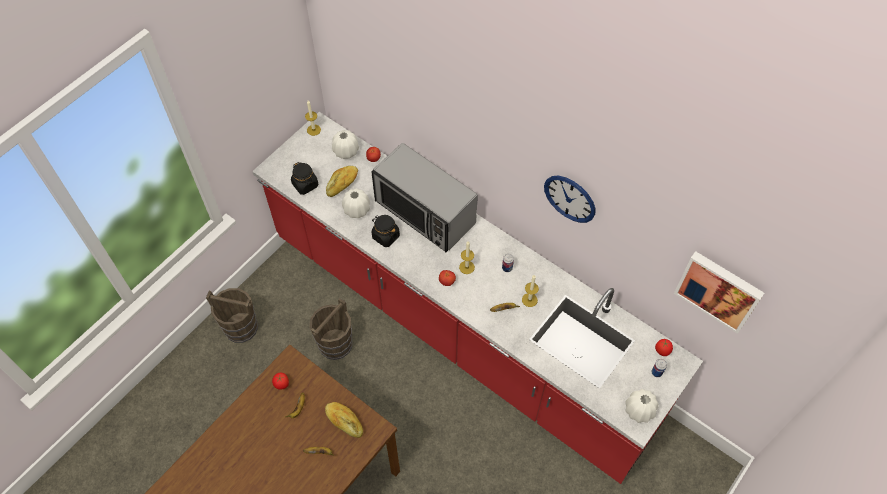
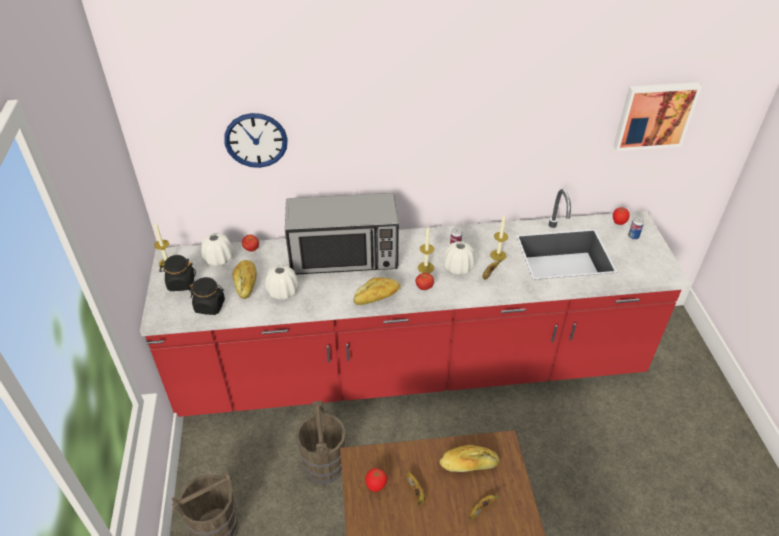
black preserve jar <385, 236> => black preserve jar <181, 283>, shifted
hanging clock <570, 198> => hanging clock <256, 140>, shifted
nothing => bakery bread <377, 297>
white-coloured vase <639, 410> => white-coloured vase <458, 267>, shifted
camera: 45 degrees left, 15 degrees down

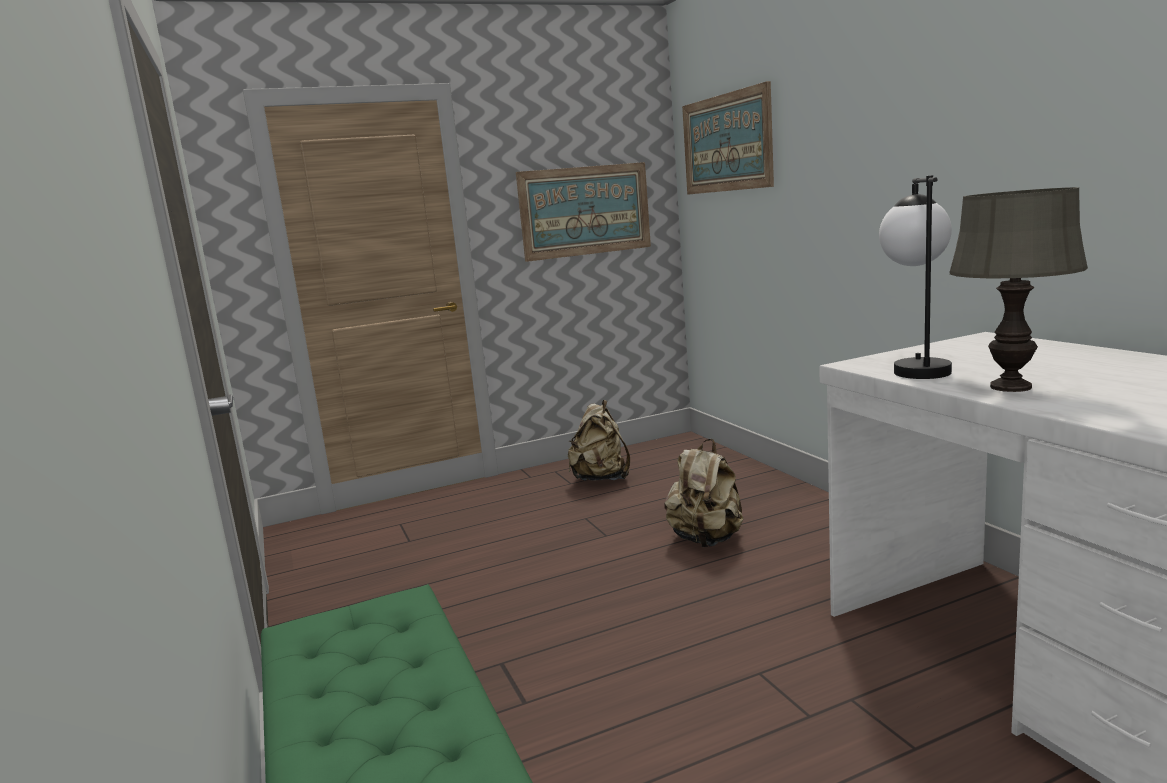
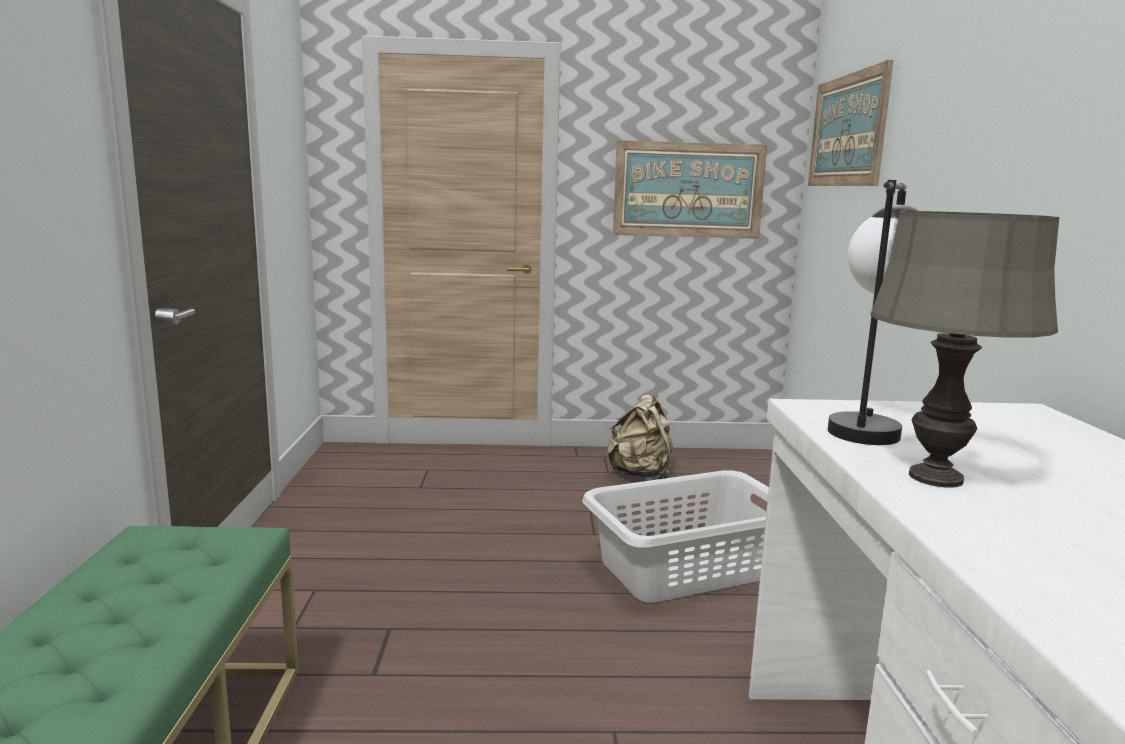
sand-coloured rucksack <706, 540> => gray washing basket <688, 569>
camera: 20 degrees right, 0 degrees up

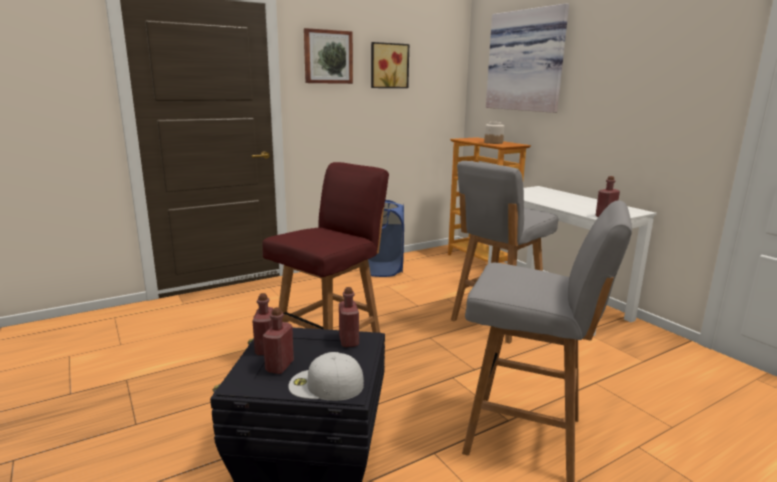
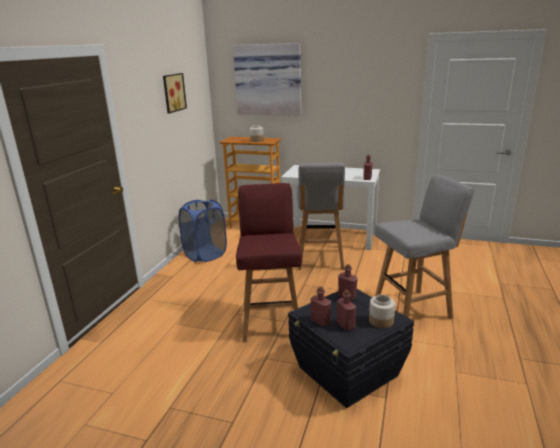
white-coloured cap <325, 385> => preserve jar <381, 321>
wall art <328, 57> => nothing
camera: 40 degrees left, 5 degrees up

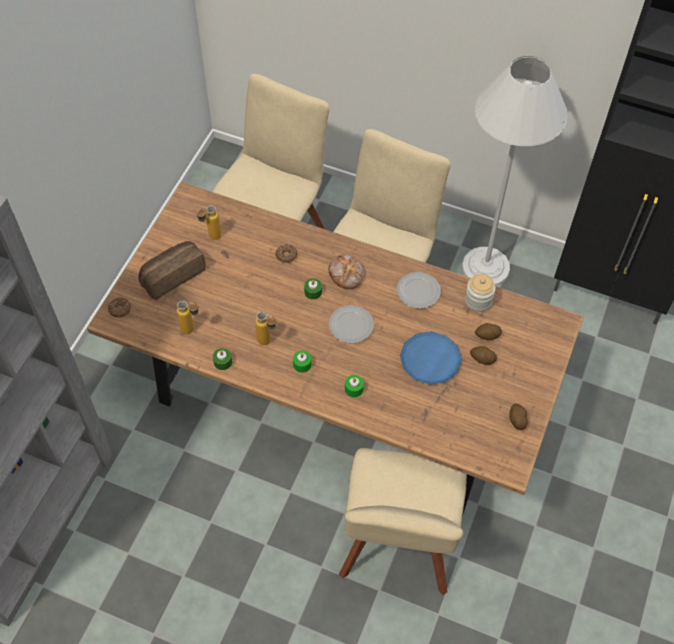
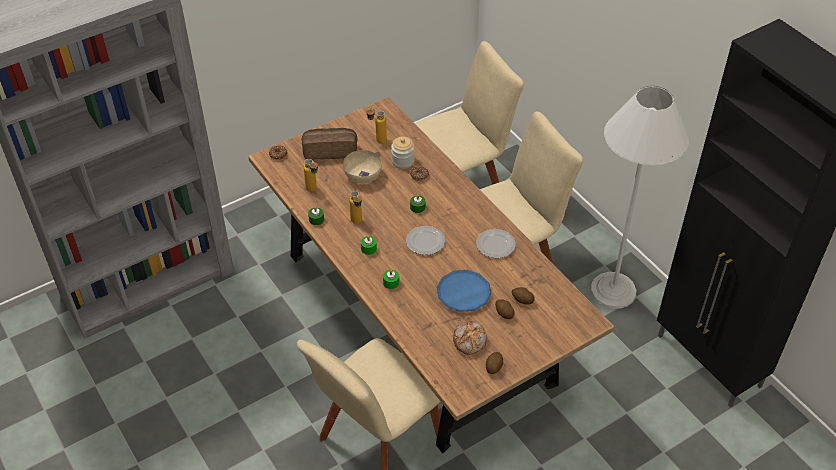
nothing => sand-coloured deep dish <362, 175>
preserve jar <478, 300> => preserve jar <403, 161>, shifted
bakery bread <346, 274> => bakery bread <470, 340>, shifted
camera: 35 degrees right, 10 degrees down

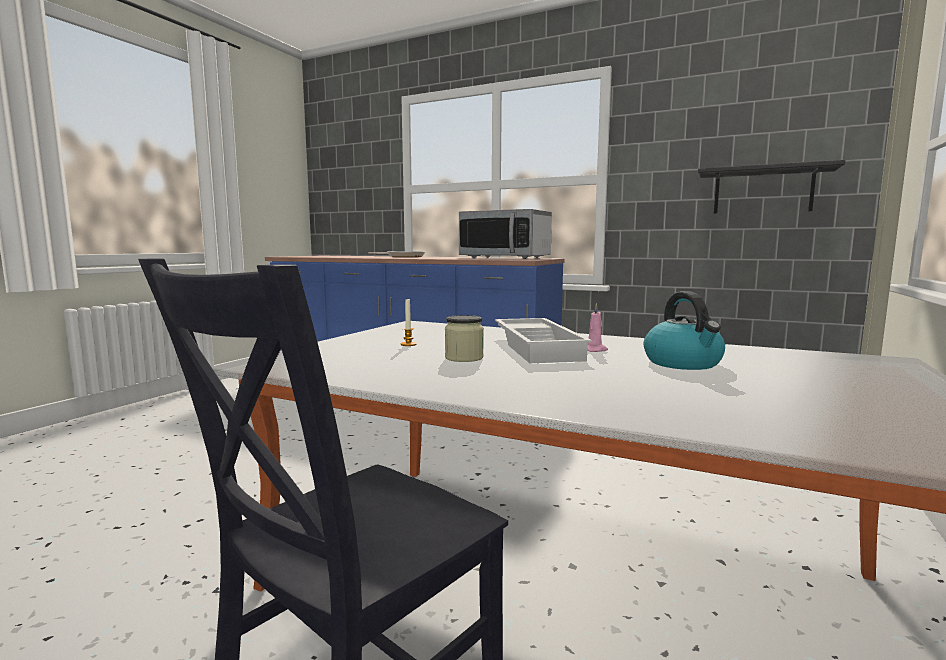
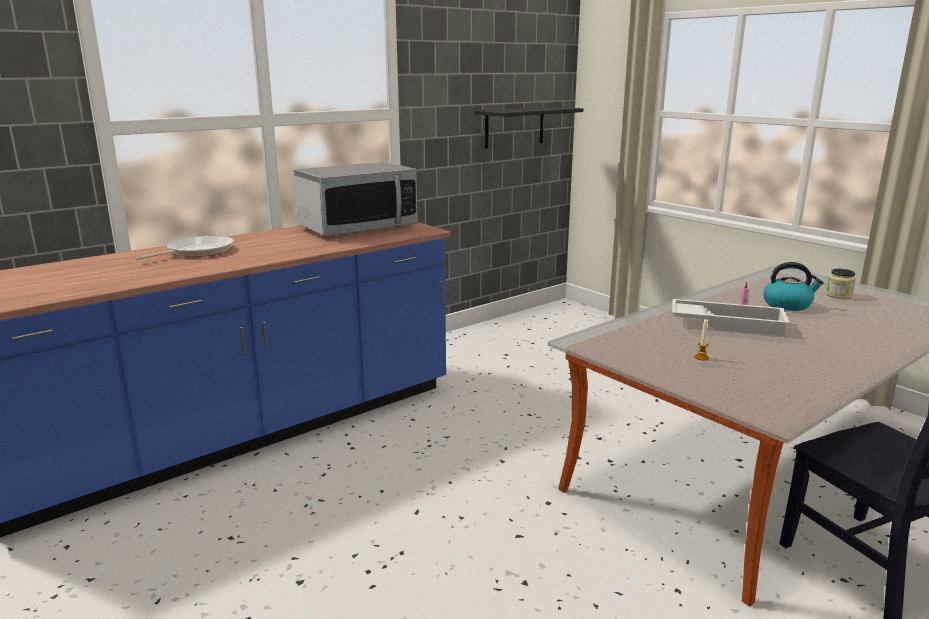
preserve jar <464, 358> => preserve jar <838, 295>, shifted
camera: 65 degrees left, 10 degrees up

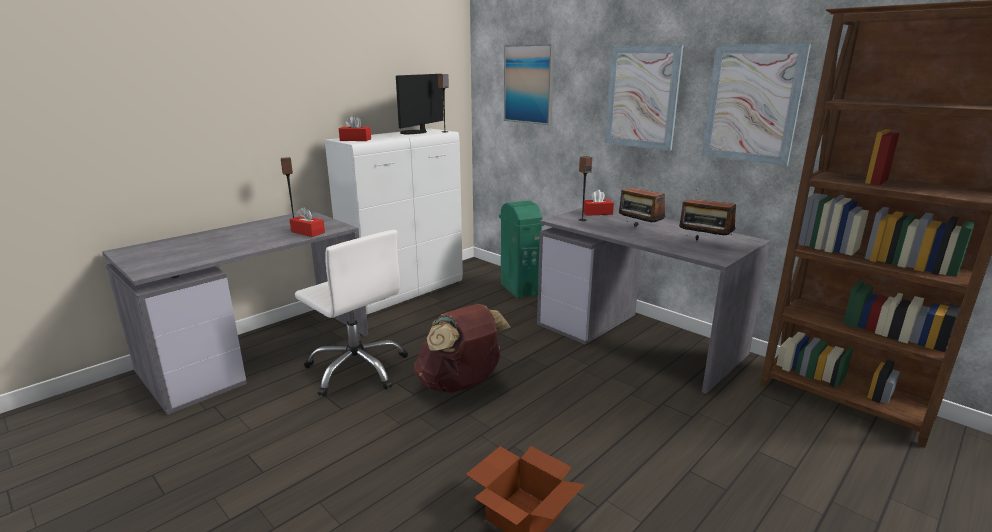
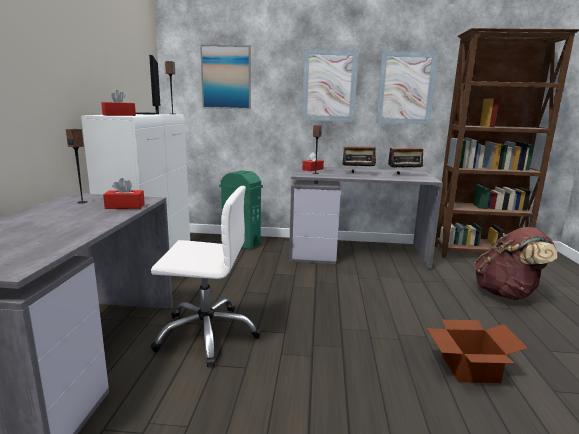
brown rucksack <461, 385> => brown rucksack <507, 294>, shifted
camera: 40 degrees left, 5 degrees down

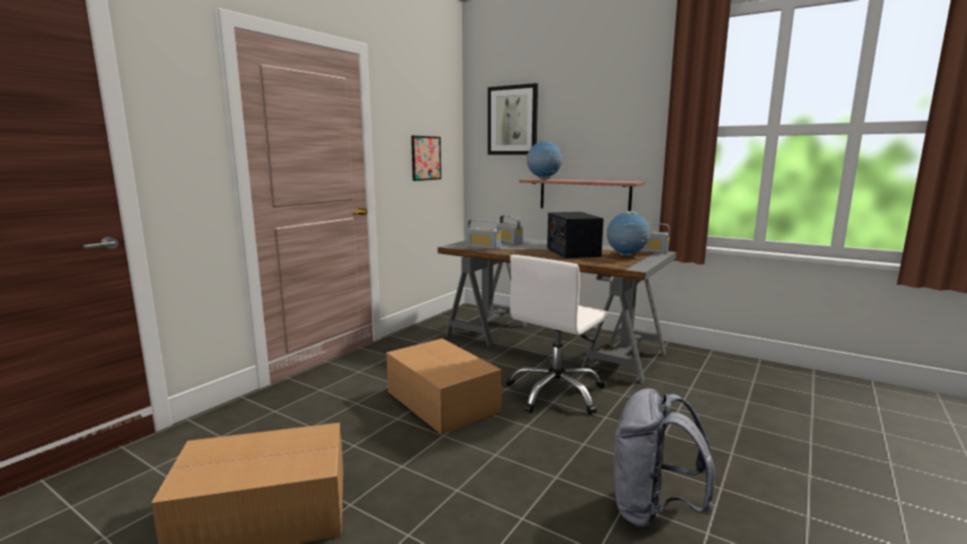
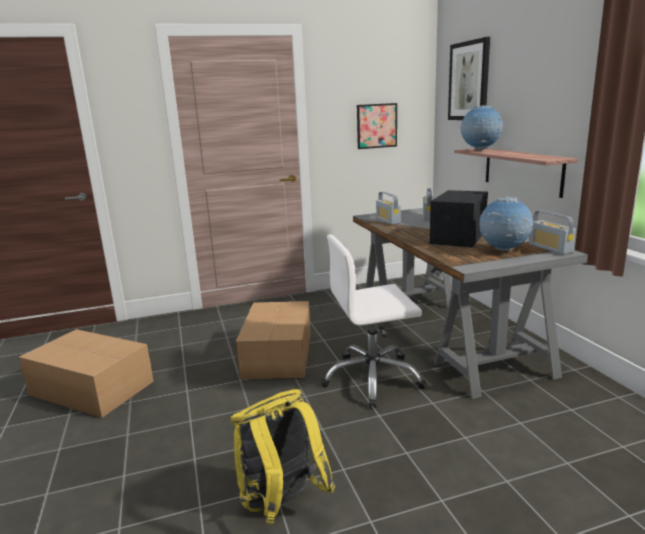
gray rucksack <653, 511> => yellow-coloured rucksack <281, 505>
camera: 40 degrees right, 5 degrees up

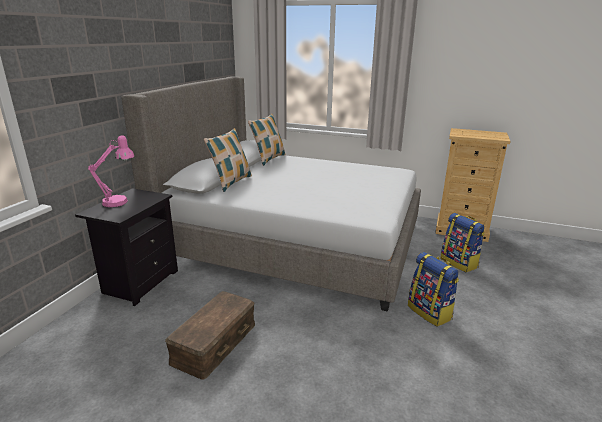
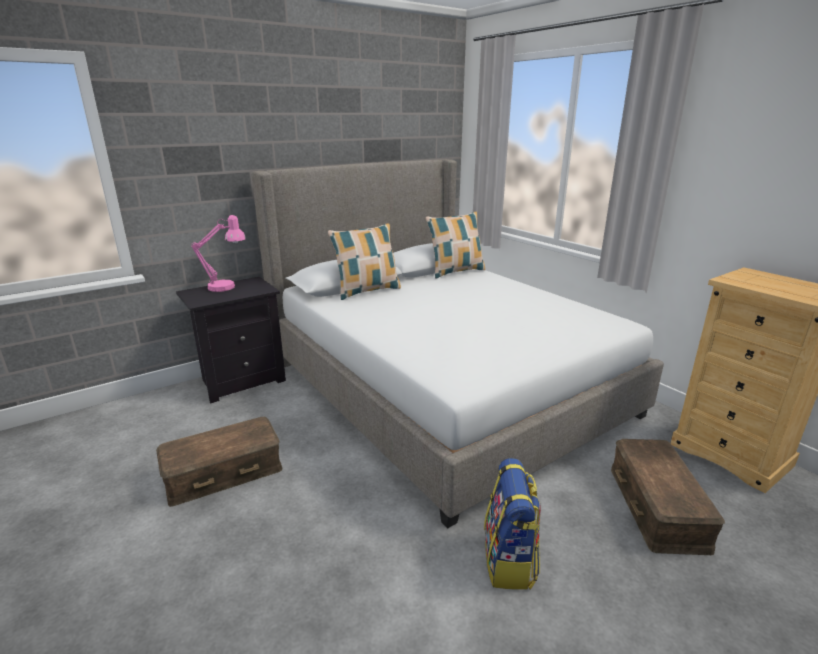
rucksack <459, 263> => brown storage container <658, 507>
camera: 35 degrees right, 0 degrees up

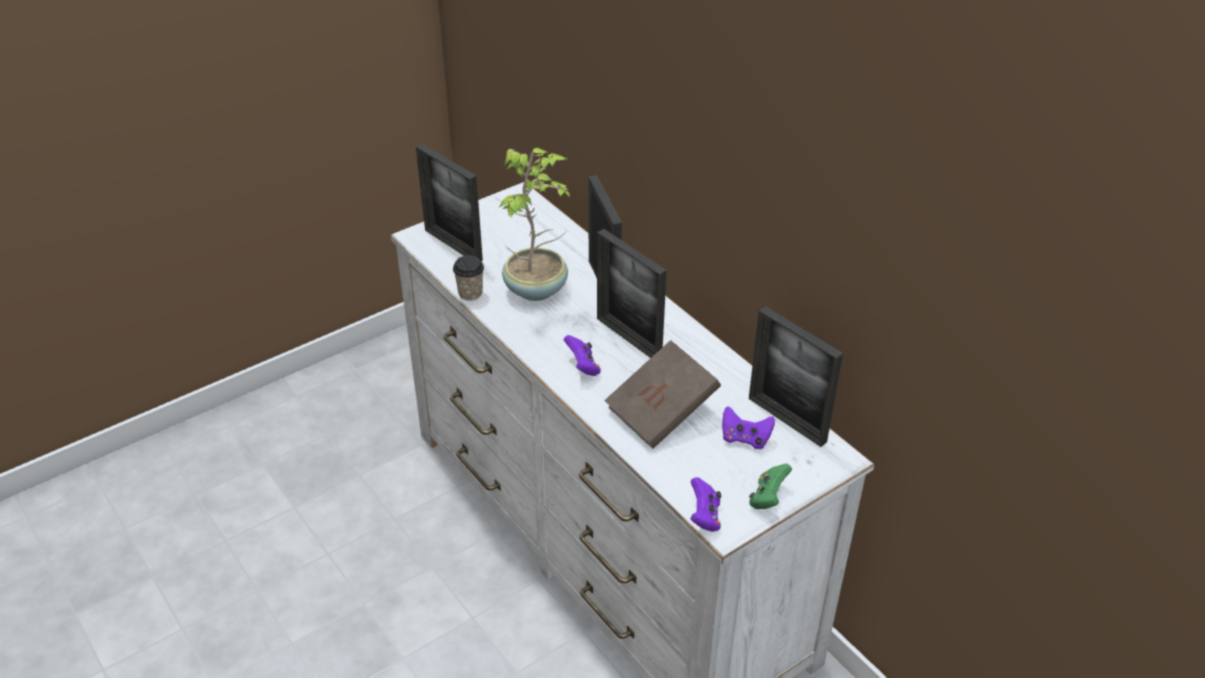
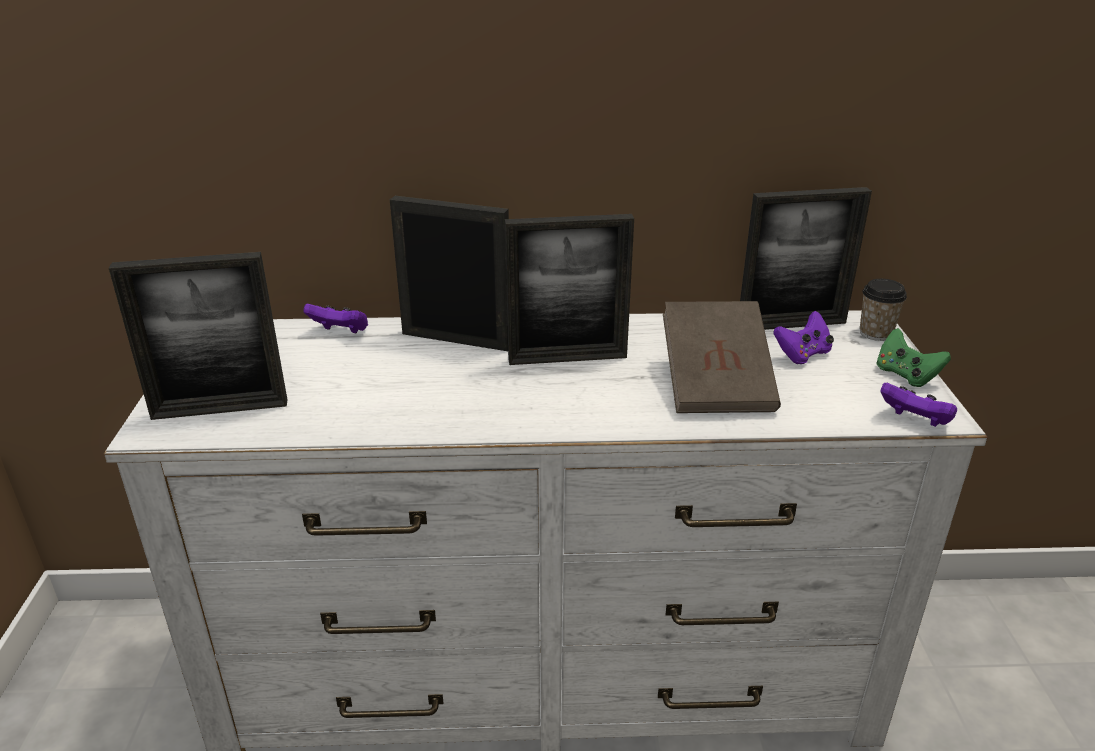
purple-coloured joypad <583, 367> => purple-coloured joypad <340, 332>, shifted
drinking cup <470, 293> => drinking cup <875, 333>, shifted
potted plant <537, 289> => nothing
camera: 55 degrees left, 10 degrees down

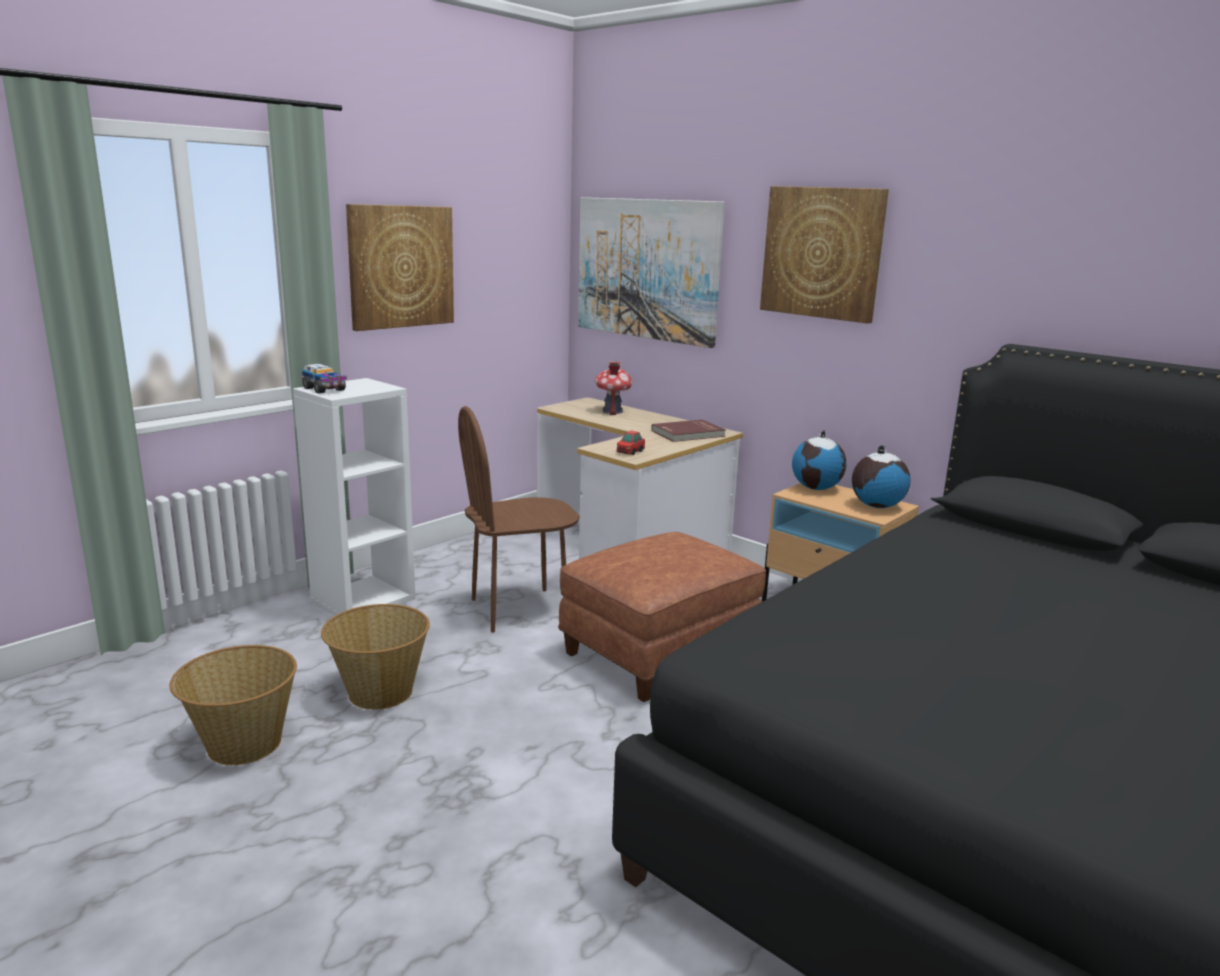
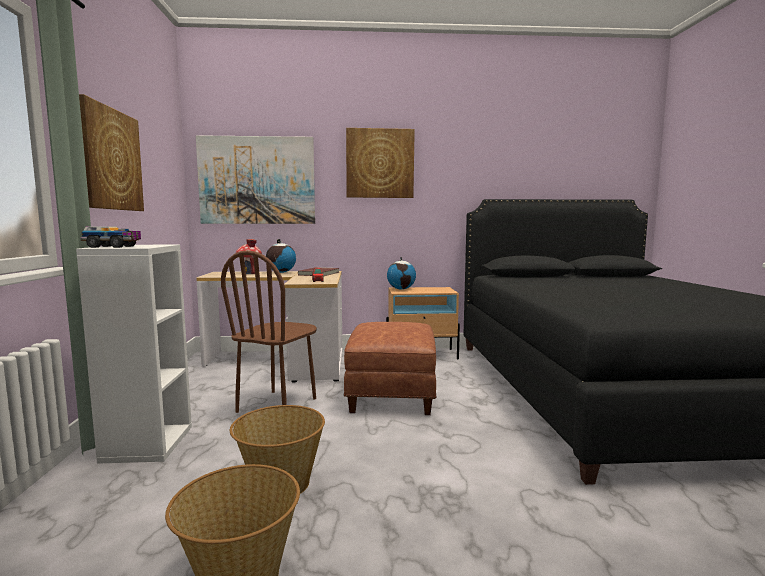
world globe <876, 506> => world globe <281, 272>, shifted
camera: 45 degrees left, 10 degrees down

